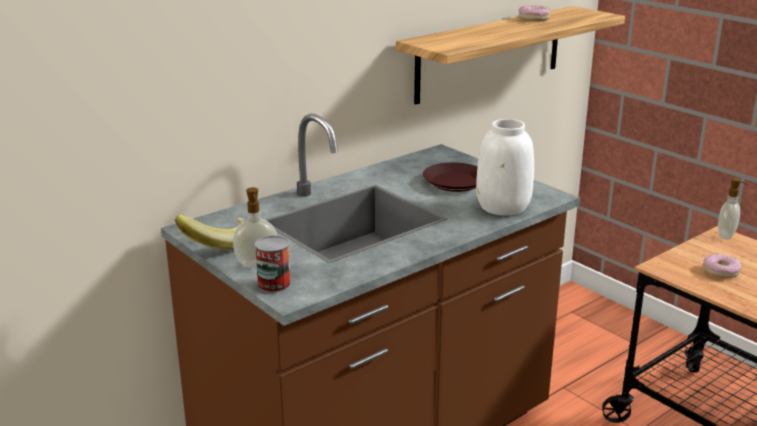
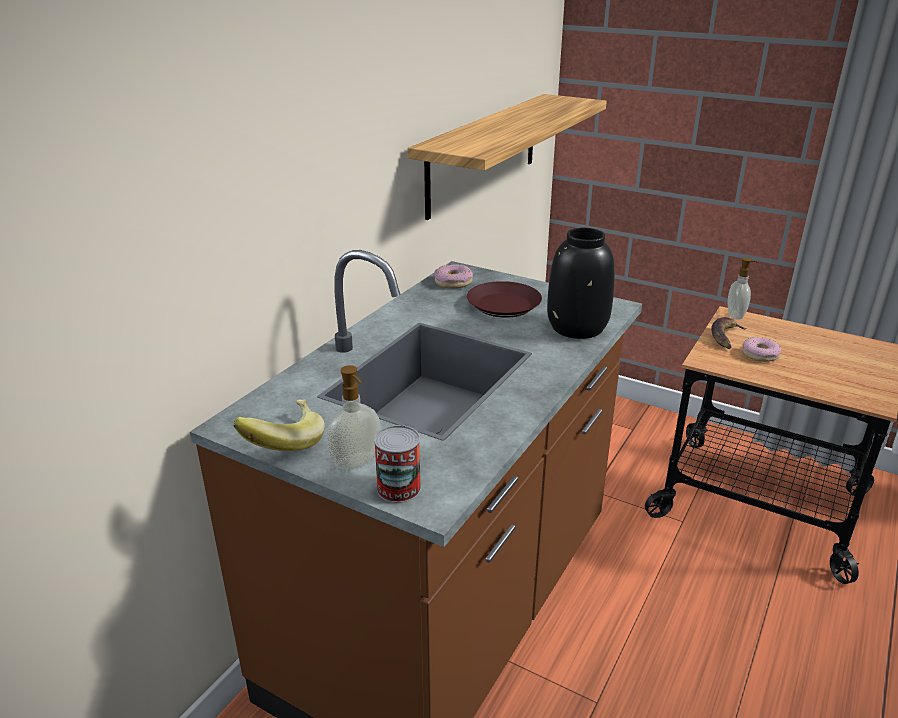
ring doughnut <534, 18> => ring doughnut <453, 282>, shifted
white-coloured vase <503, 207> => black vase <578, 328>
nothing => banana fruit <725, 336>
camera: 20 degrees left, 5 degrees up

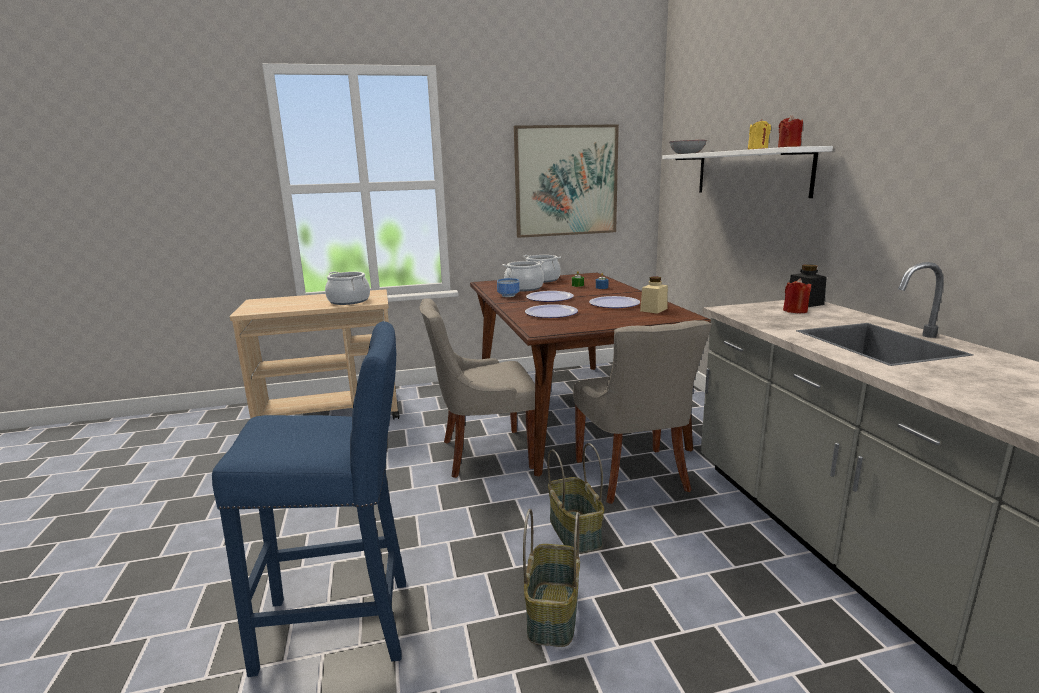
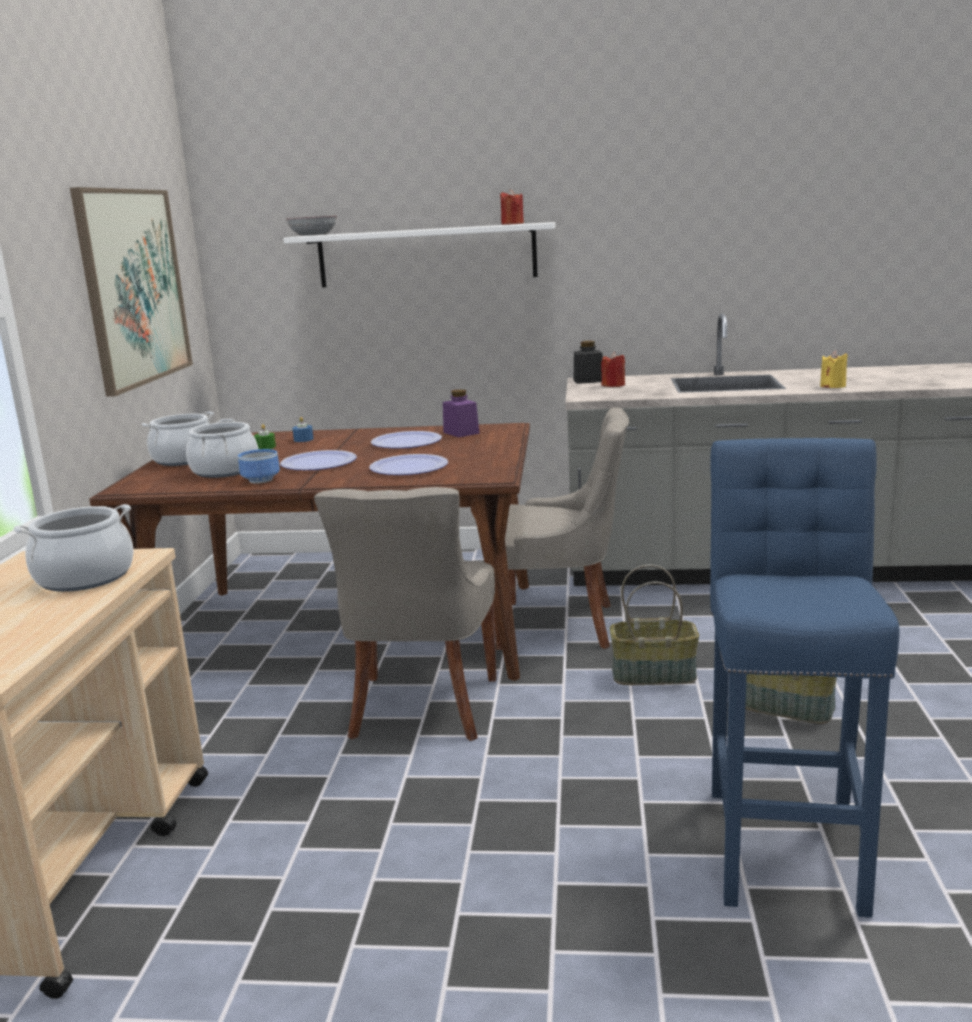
sand-coloured preserve jar <653, 310> => purple-coloured preserve jar <461, 433>
yellow-coloured candle <757, 149> => yellow-coloured candle <833, 386>, shifted
camera: 70 degrees left, 0 degrees up

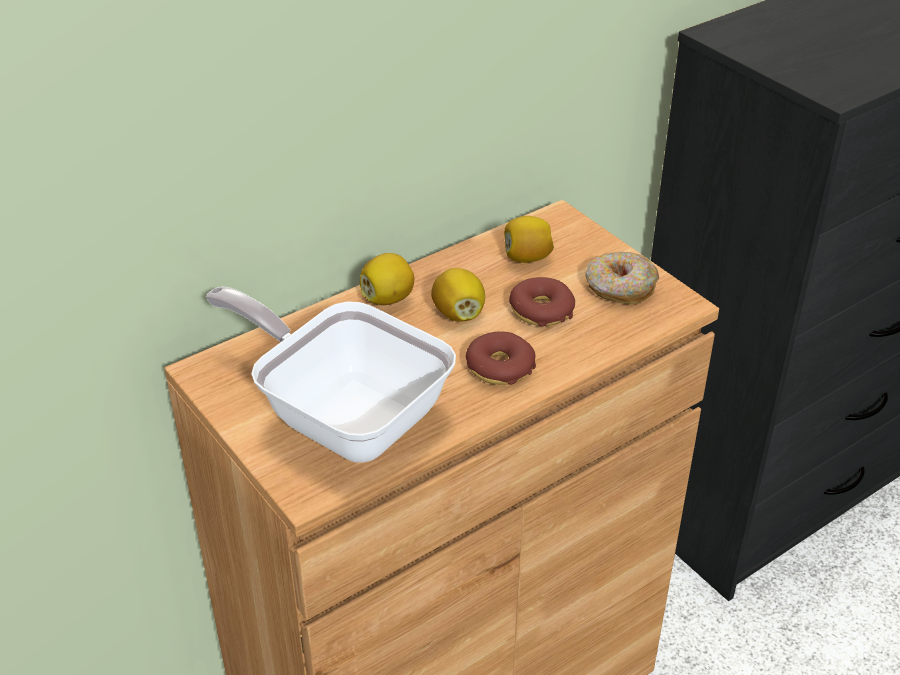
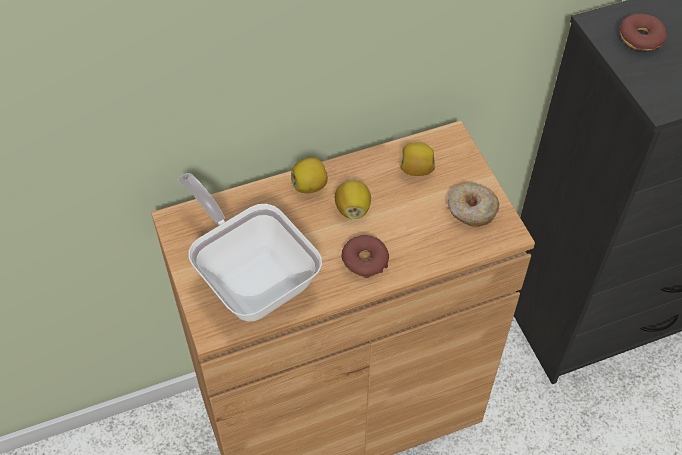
ring doughnut <541, 310> => ring doughnut <640, 38>, shifted
camera: 15 degrees right, 15 degrees up

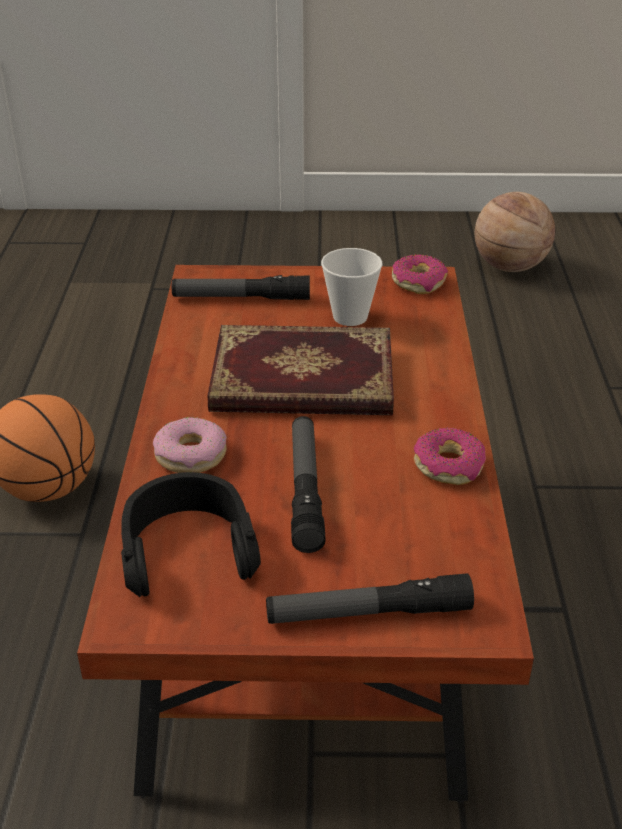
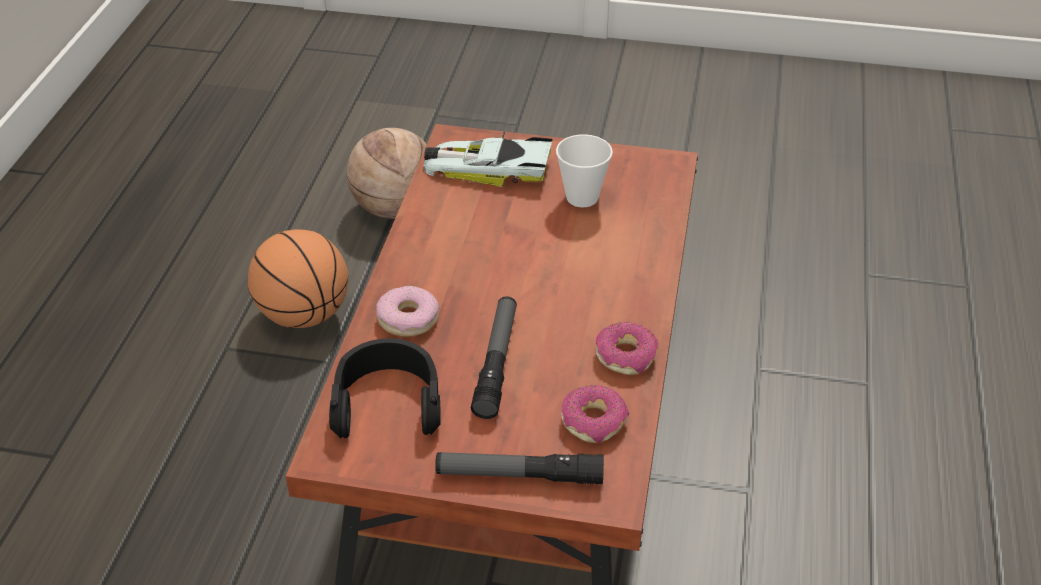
basketball <509, 267> => basketball <395, 209>, shifted
flashlight <241, 298> => toy car <487, 166>
ring doughnut <419, 282> => ring doughnut <594, 421>, shifted
book <302, 380> => nothing
camera: 10 degrees right, 5 degrees up

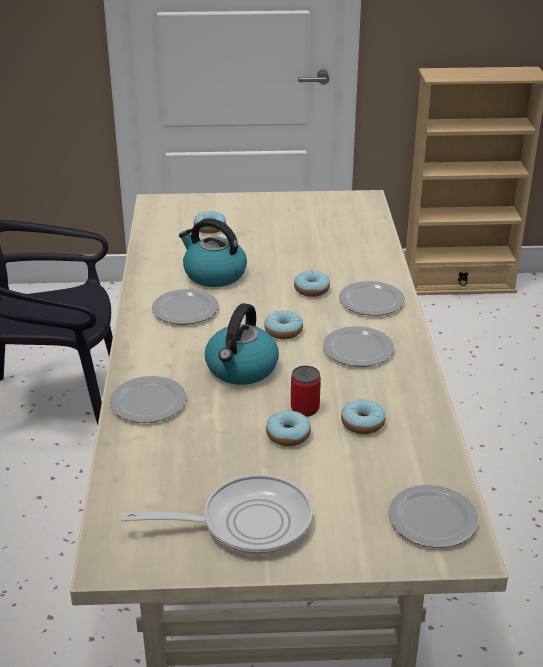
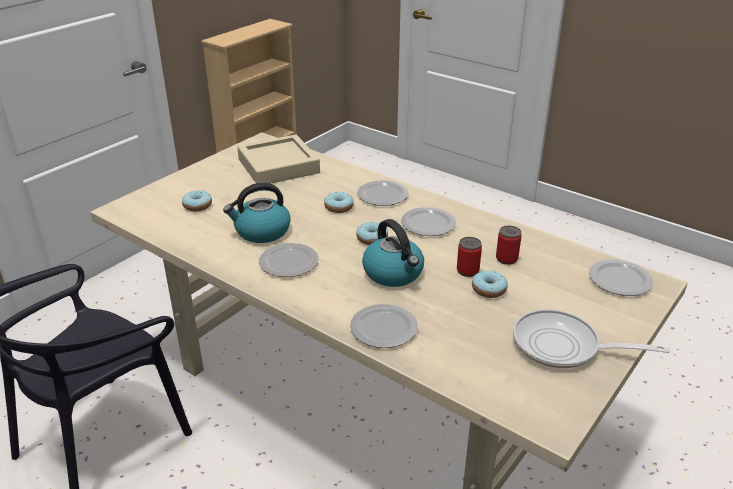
nothing => sand-coloured tray <278, 166>
ring doughnut <362, 423> => can <506, 259>
frying pan <246, 523> => frying pan <563, 347>, 105 degrees counterclockwise
camera: 50 degrees left, 0 degrees up

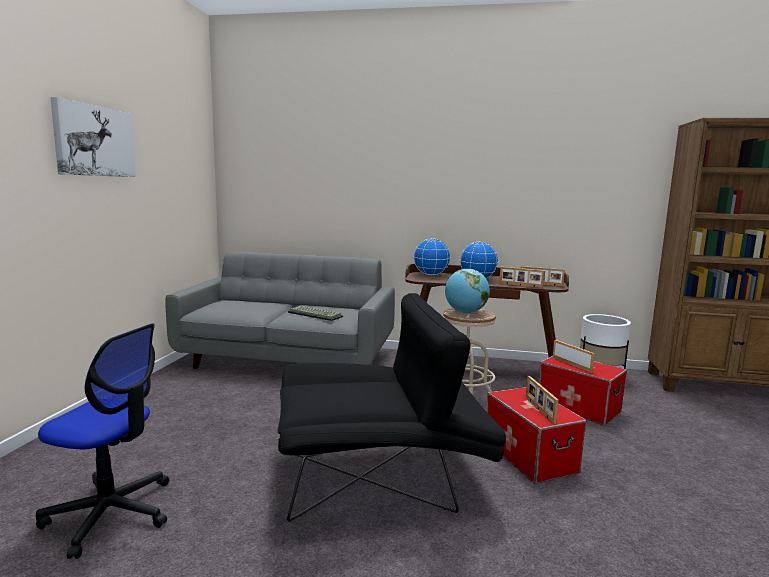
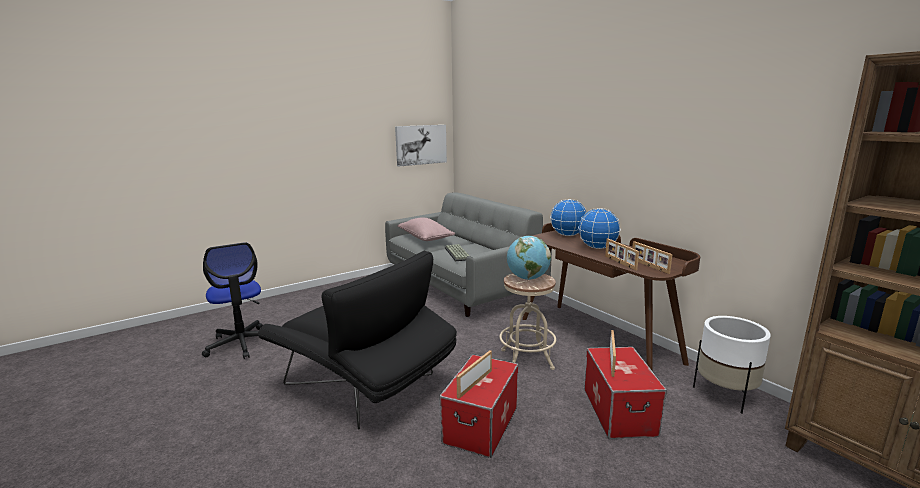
wall art <94, 141> => wall art <421, 144>, shifted
nothing => pink pillow <425, 238>
camera: 45 degrees right, 5 degrees up

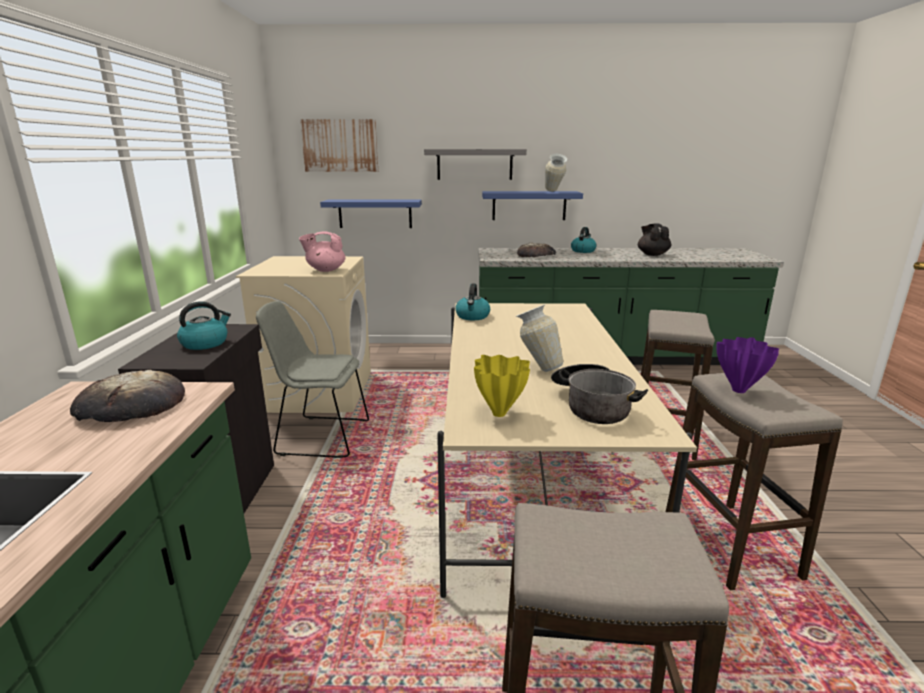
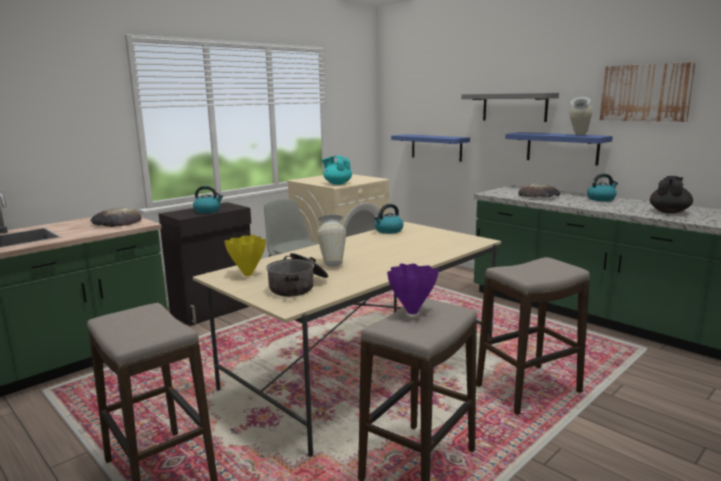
pink teapot <325, 270> => turquoise-coloured teapot <337, 183>
wall art <340, 146> => wall art <645, 93>, shifted
camera: 45 degrees right, 5 degrees down

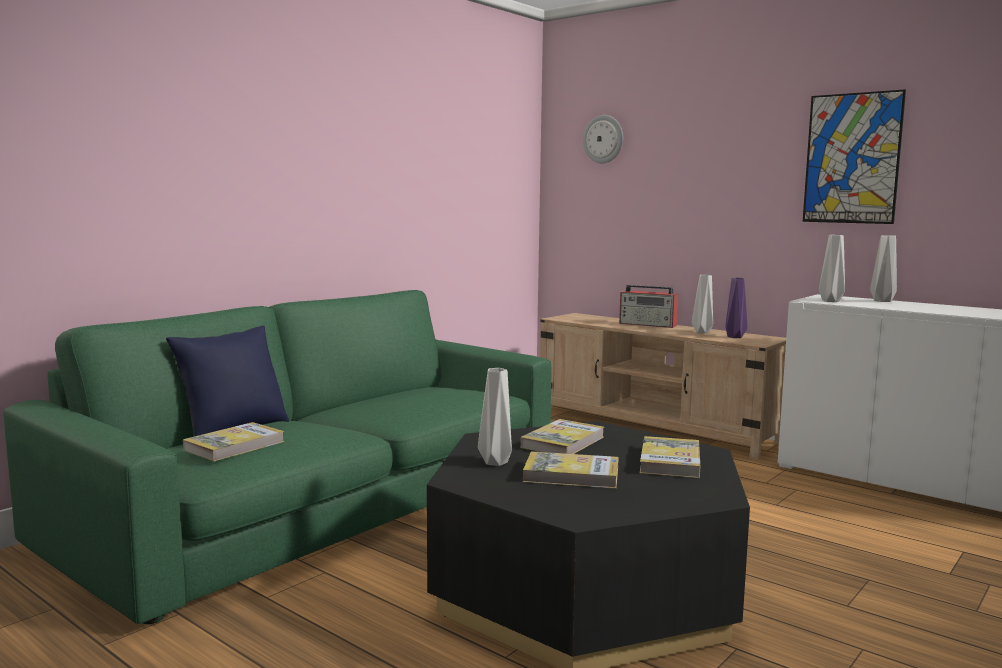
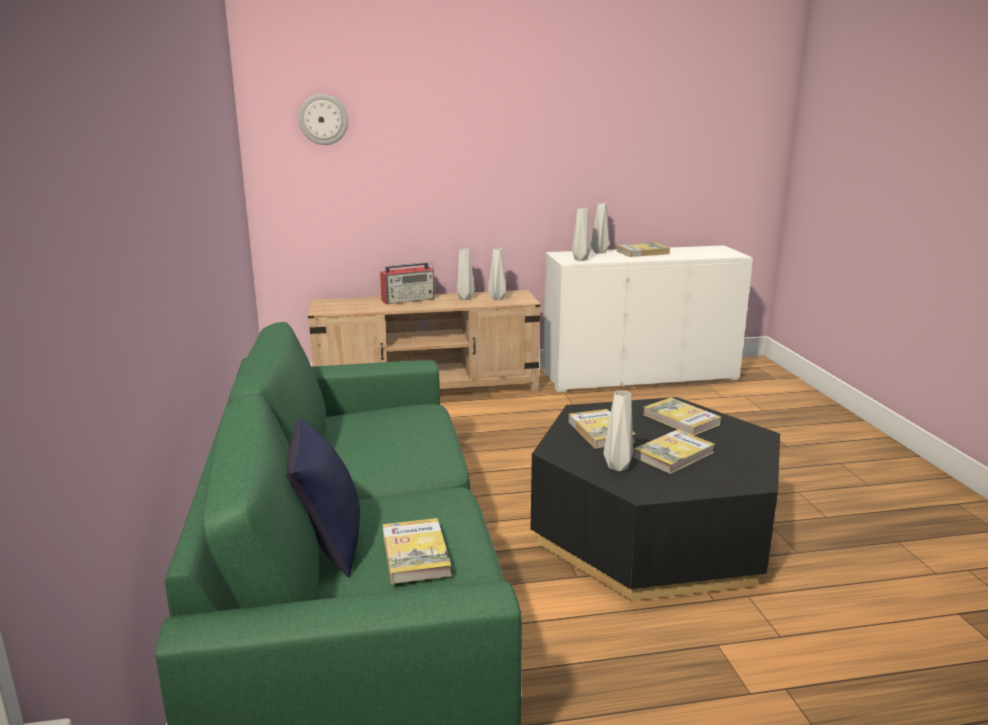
purple-coloured vase <735, 337> => gray vase <498, 298>
nothing => book <642, 252>
wall art <852, 158> => nothing
camera: 50 degrees left, 10 degrees up

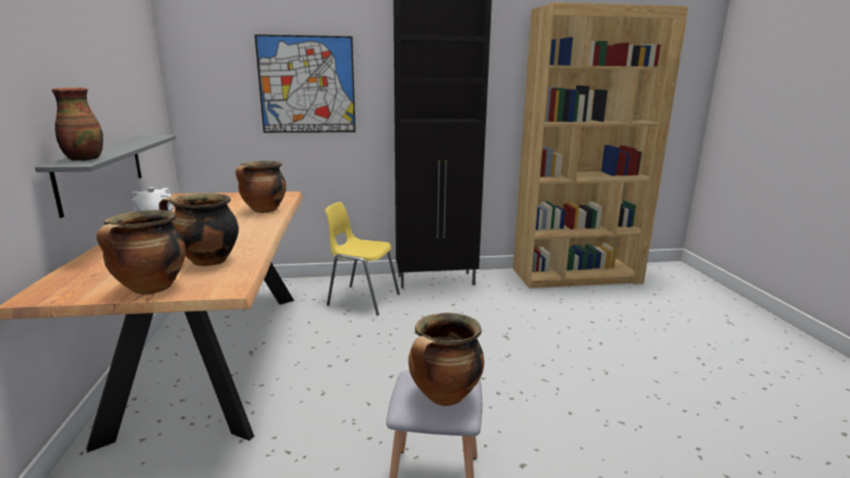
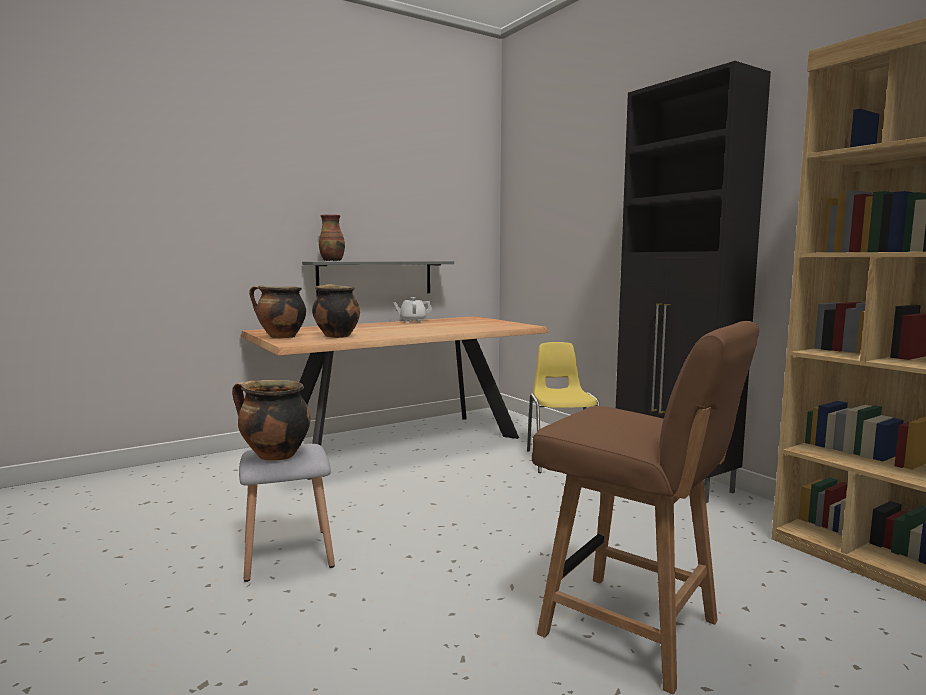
nothing => brown plain chair <633, 629>
saucepot <264, 211> => nothing
wall art <307, 85> => nothing
camera: 65 degrees right, 10 degrees down

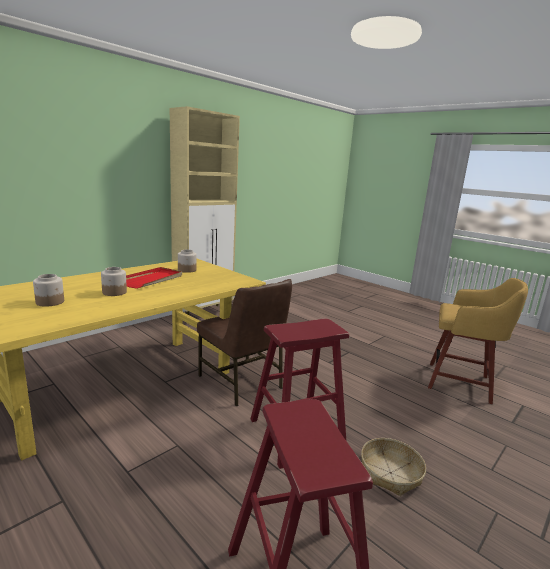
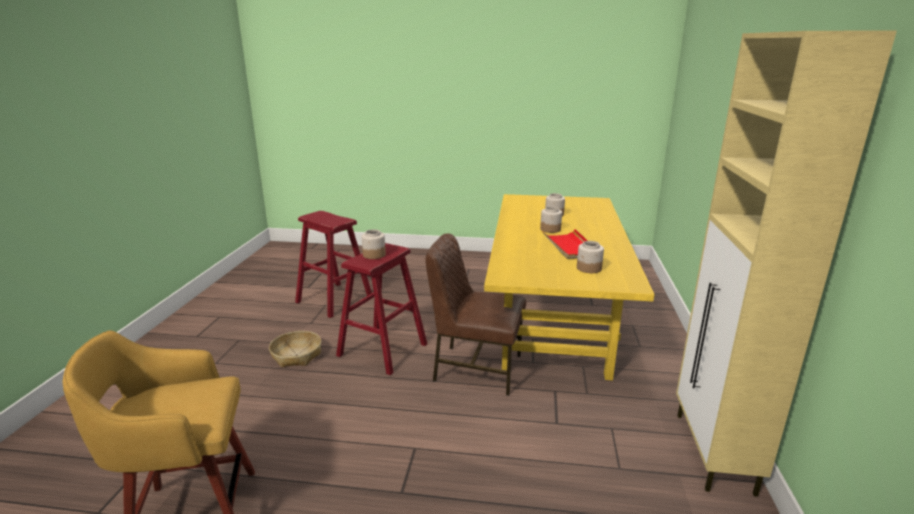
nothing => preserve jar <374, 255>
camera: 145 degrees right, 5 degrees up

